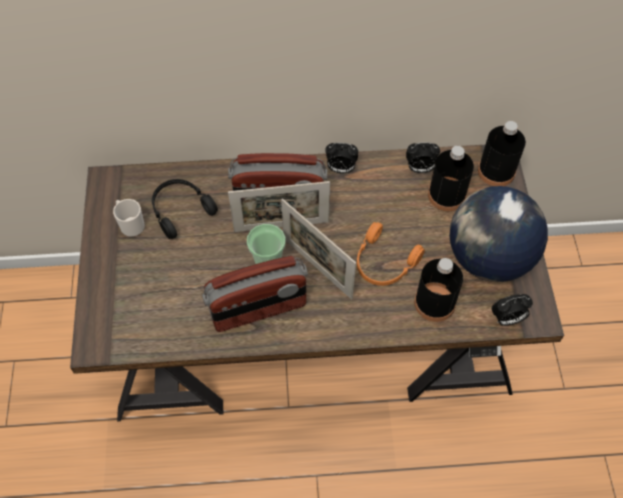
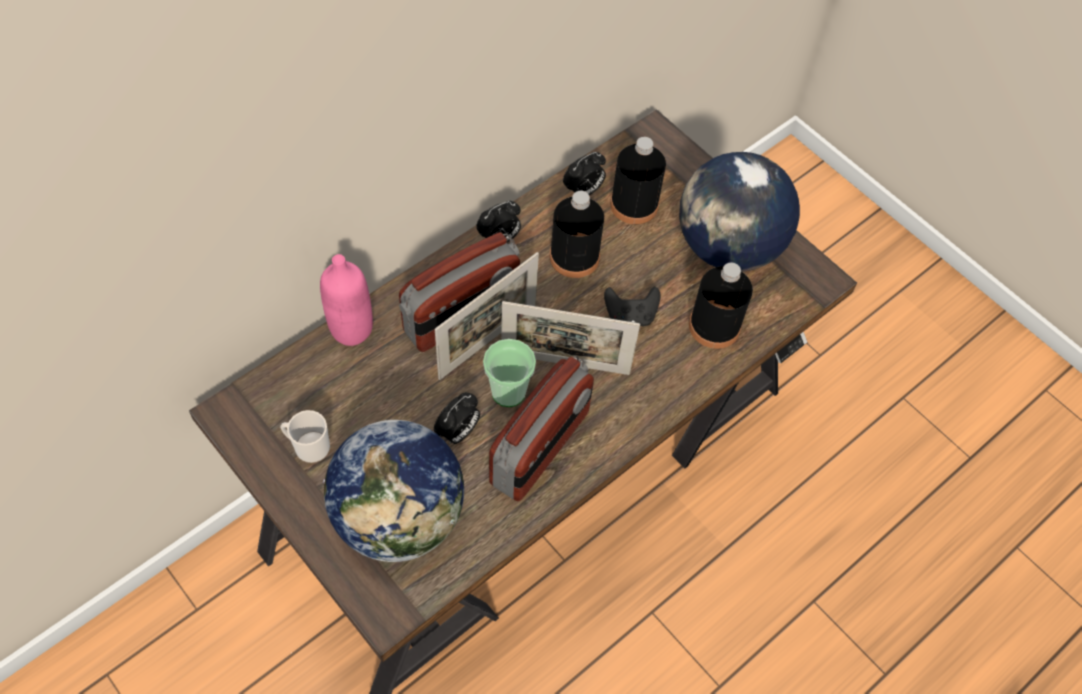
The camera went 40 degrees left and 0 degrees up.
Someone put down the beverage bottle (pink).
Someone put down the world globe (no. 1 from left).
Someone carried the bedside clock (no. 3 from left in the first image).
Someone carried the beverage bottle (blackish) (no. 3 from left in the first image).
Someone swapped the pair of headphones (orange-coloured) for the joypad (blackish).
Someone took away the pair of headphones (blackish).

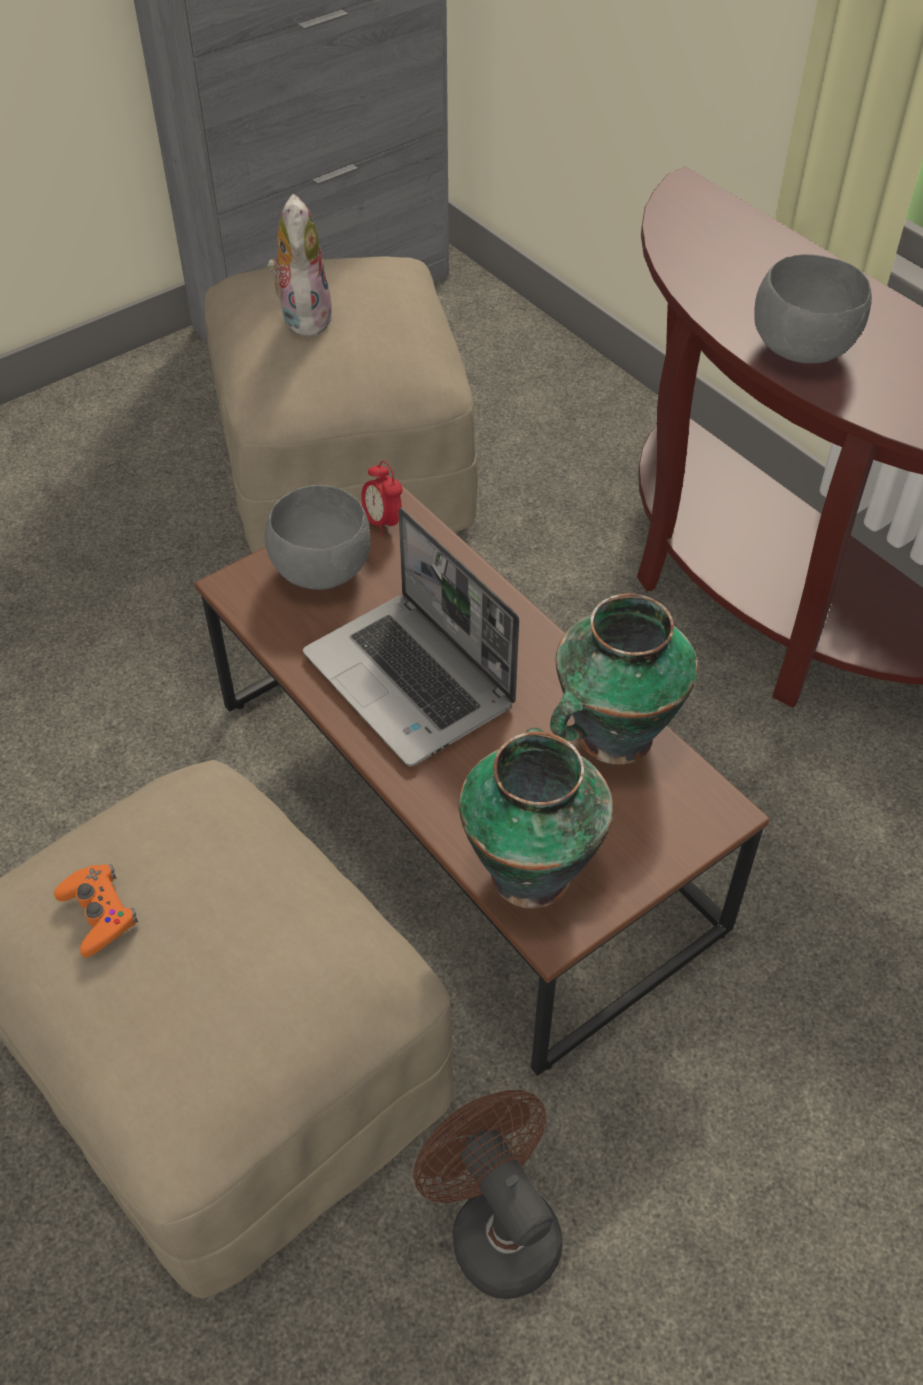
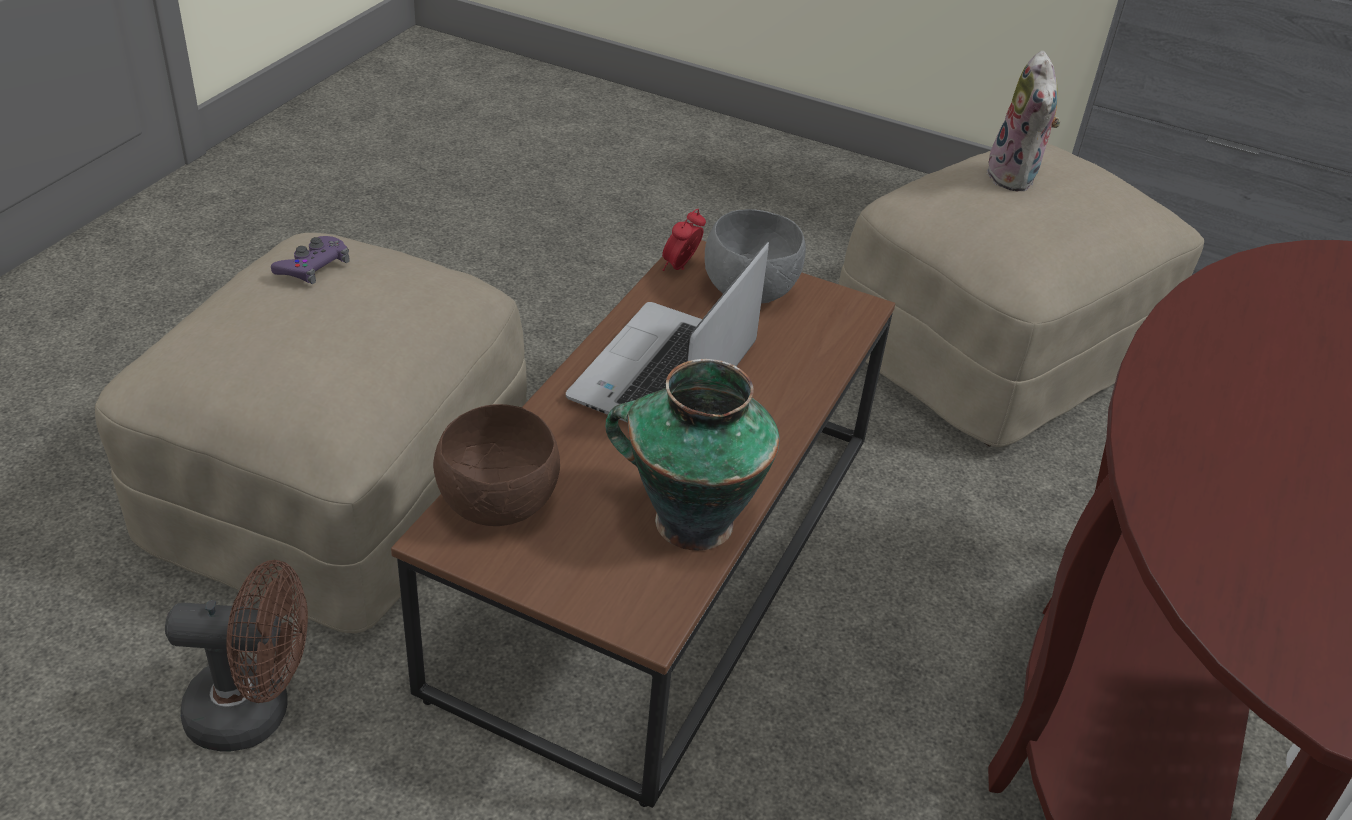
The camera went 60 degrees right and 10 degrees down.
Someone rotated the cooling fan (brown) by 60 degrees clockwise.
Someone repainted the joypad (orange-coloured), which became the joypad (purplish).
Someone swapped the decorative vase (no. 1 from left) for the bowl (brown).
Someone carried the bedside clock.
Someone rotated the plush toy by 120 degrees clockwise.
Someone took away the bowl (greyish) (no. 2 from left).

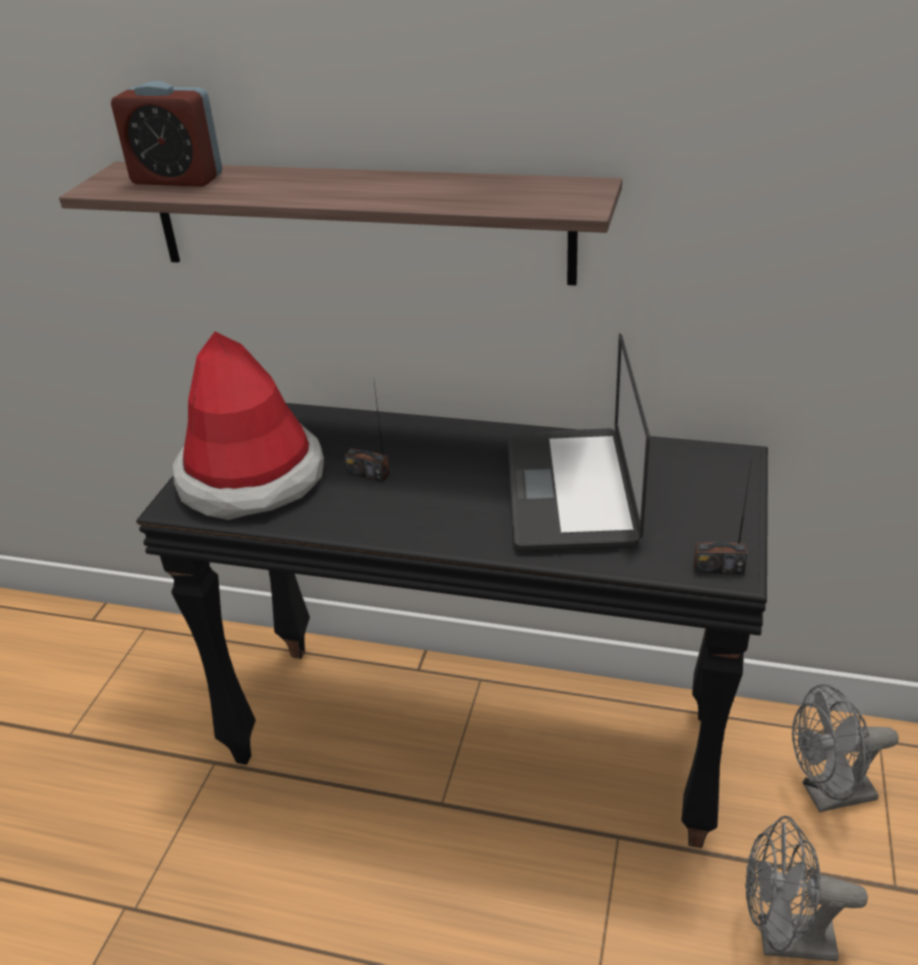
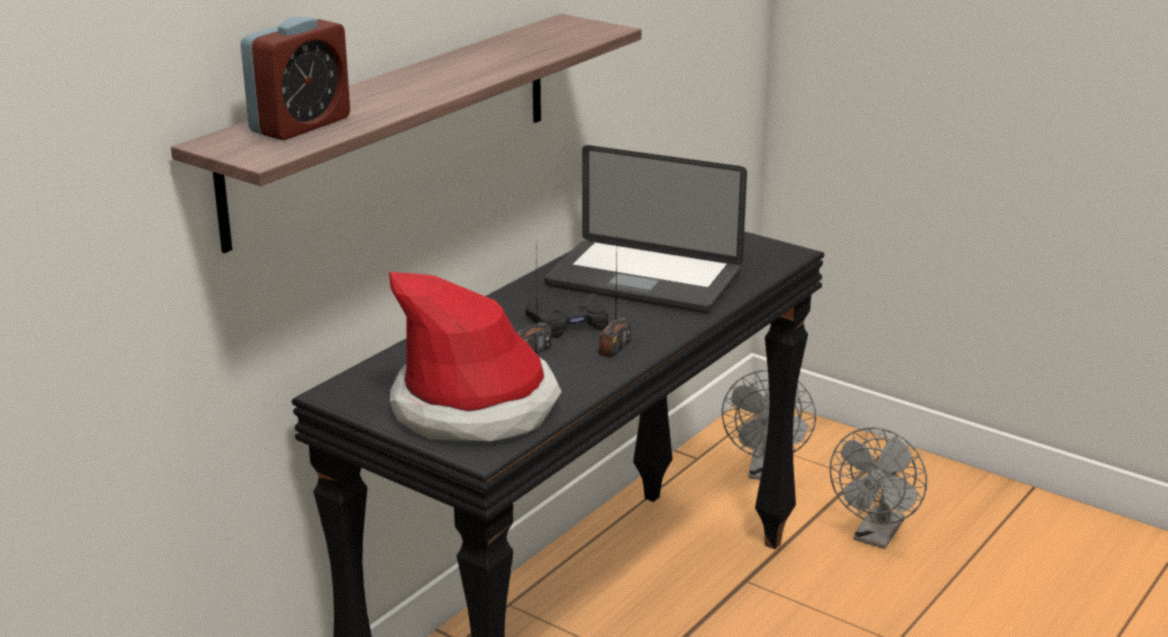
The camera went 70 degrees left and 10 degrees down.
Someone put down the joypad (blackish).
Someone carried the radio set (no. 2 from left).

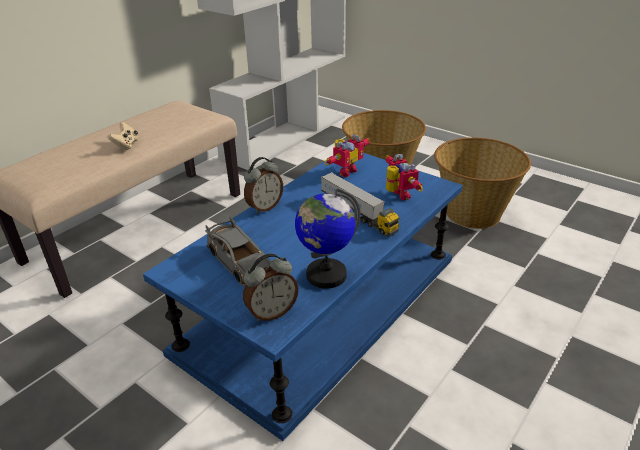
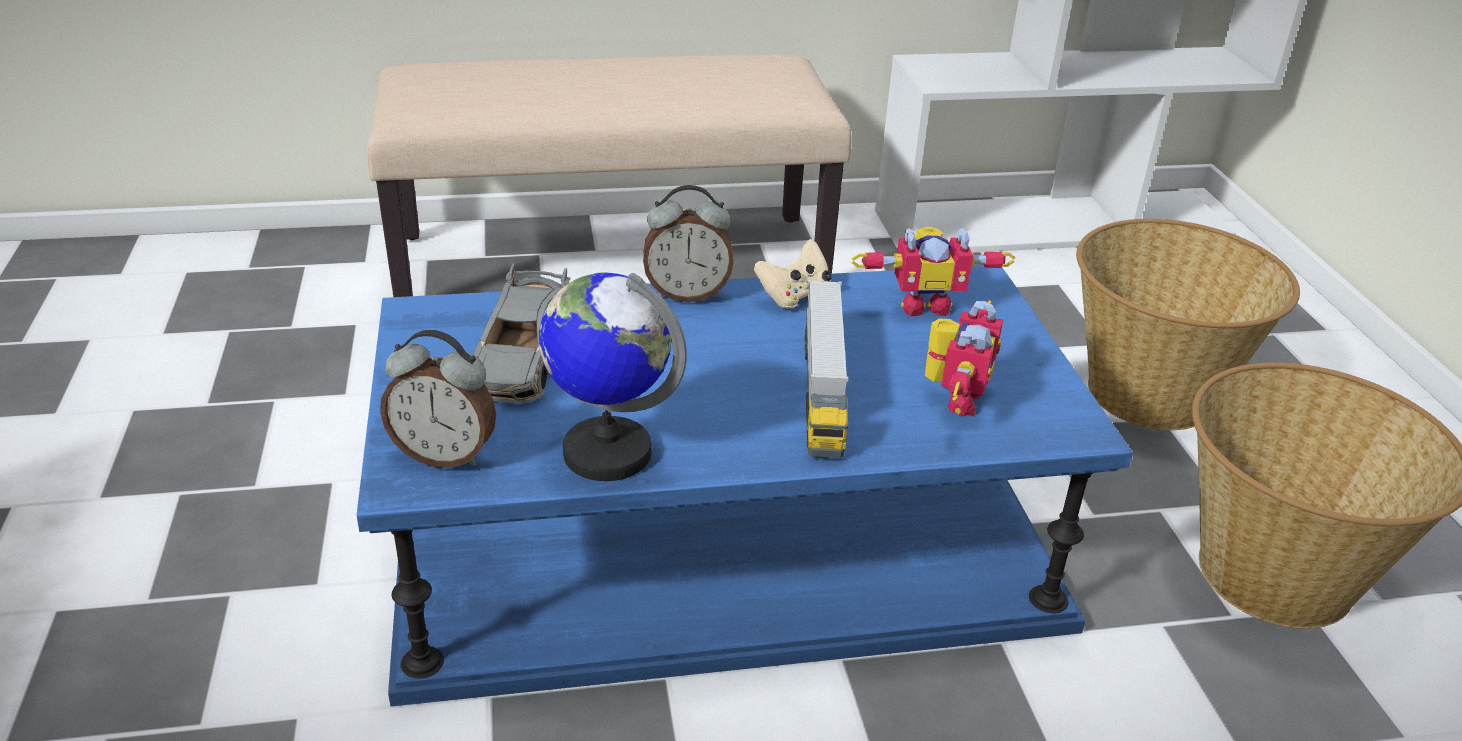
The camera went 40 degrees right and 0 degrees up.
Someone carried the joypad (sand-coloured).

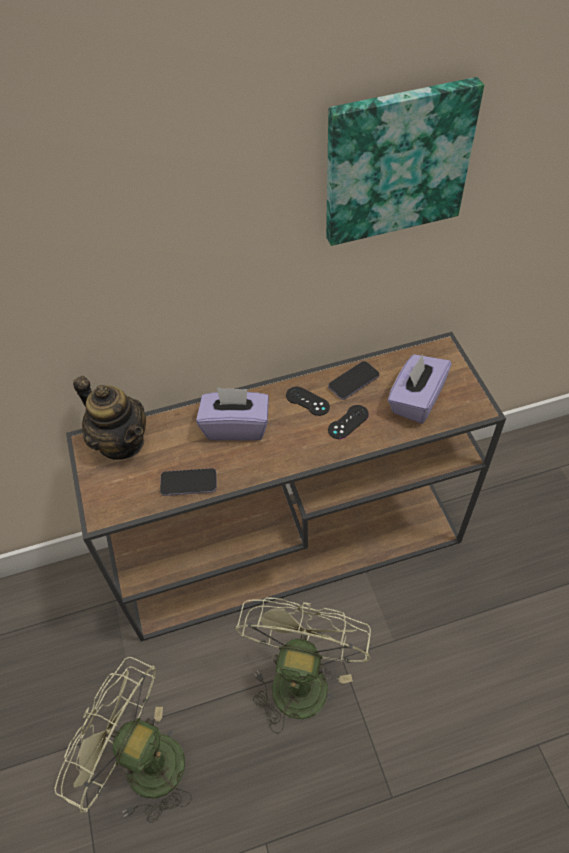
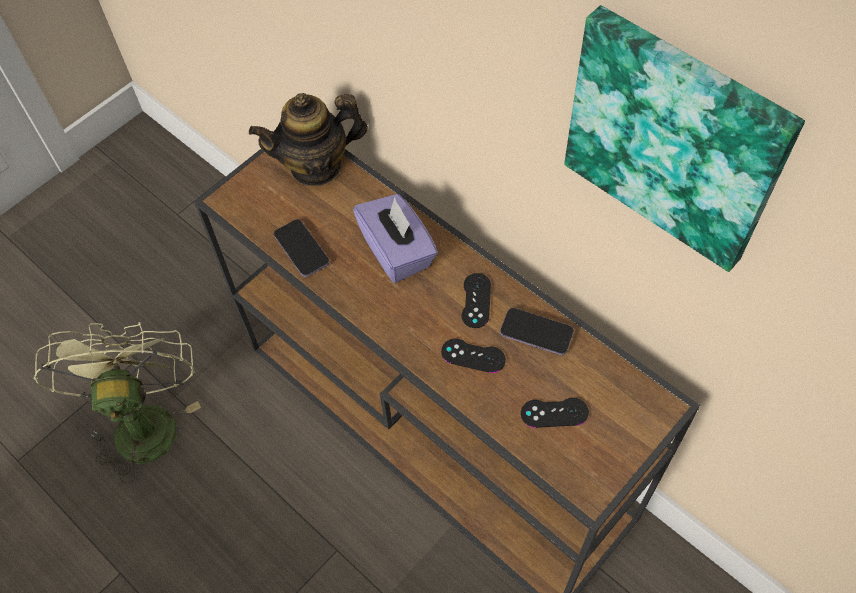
The camera went 60 degrees right and 5 degrees up.
Someone rotated the tea pot by 60 degrees clockwise.
Someone swapped the tissue holder (purplish) (no. 2 from left) for the joypad (blackish) (no. 3 from left).
Someone took away the cooling fan (green-coloured) (no. 2 from left).

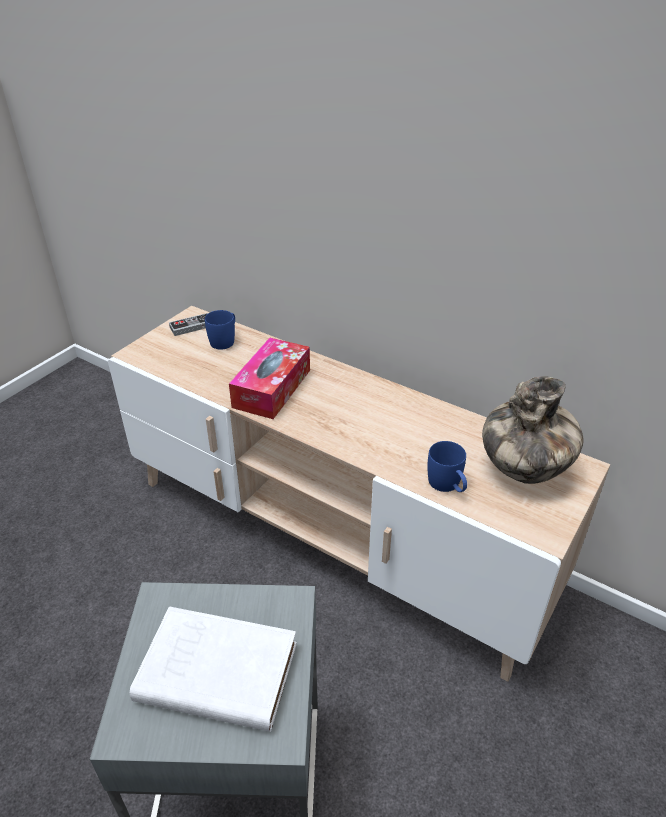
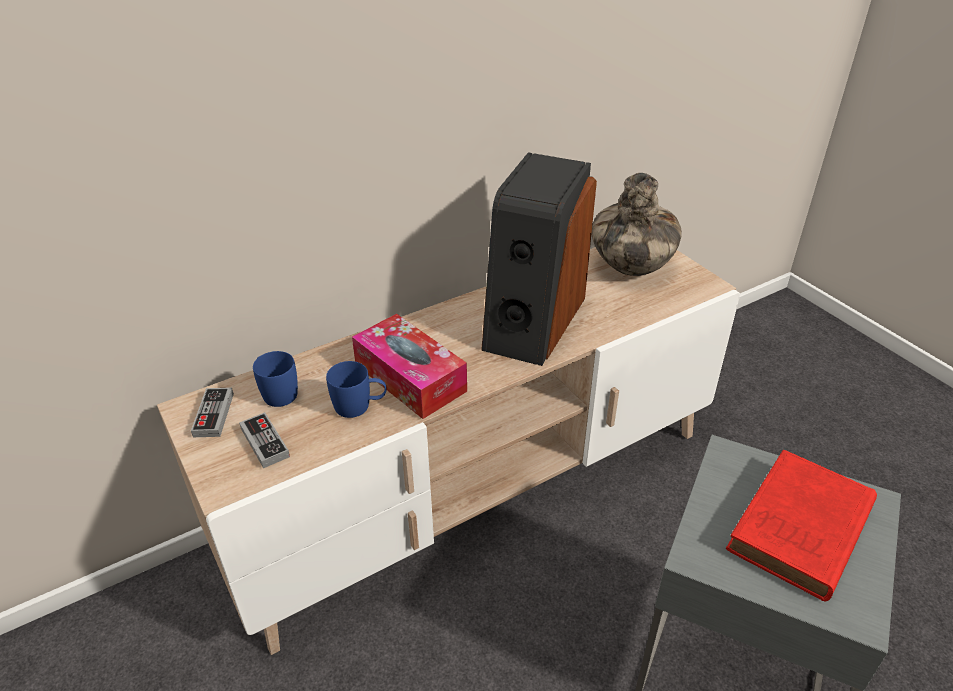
The camera went 65 degrees left and 0 degrees up.
Someone put down the joypad (no. 2 from left).
Someone carried the mug (blue-coloured) (no. 2 from left).
Someone put down the speaker.
Someone repainted the volume (whitish), which became the volume (red-coloured).

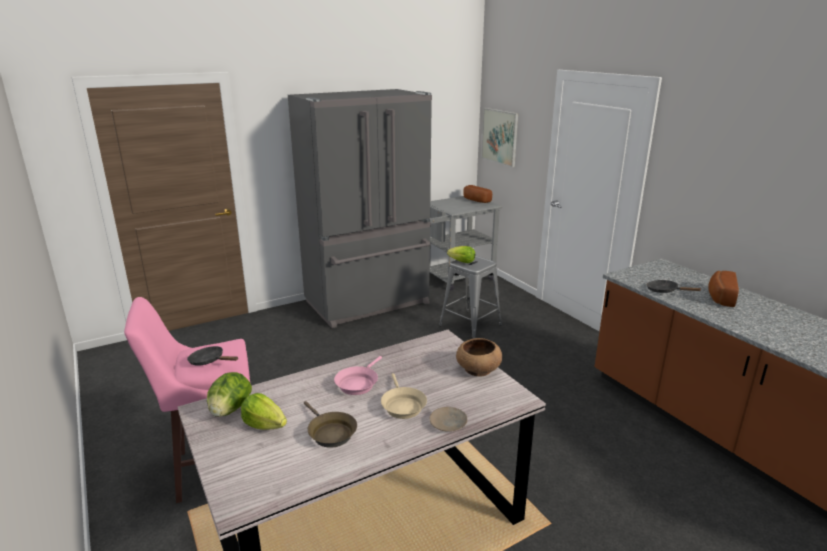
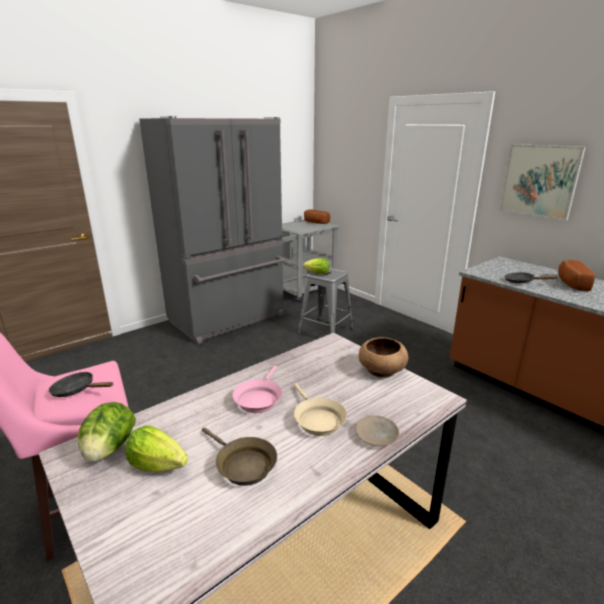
The camera went 10 degrees left and 0 degrees up.
Someone carried the wall picture.

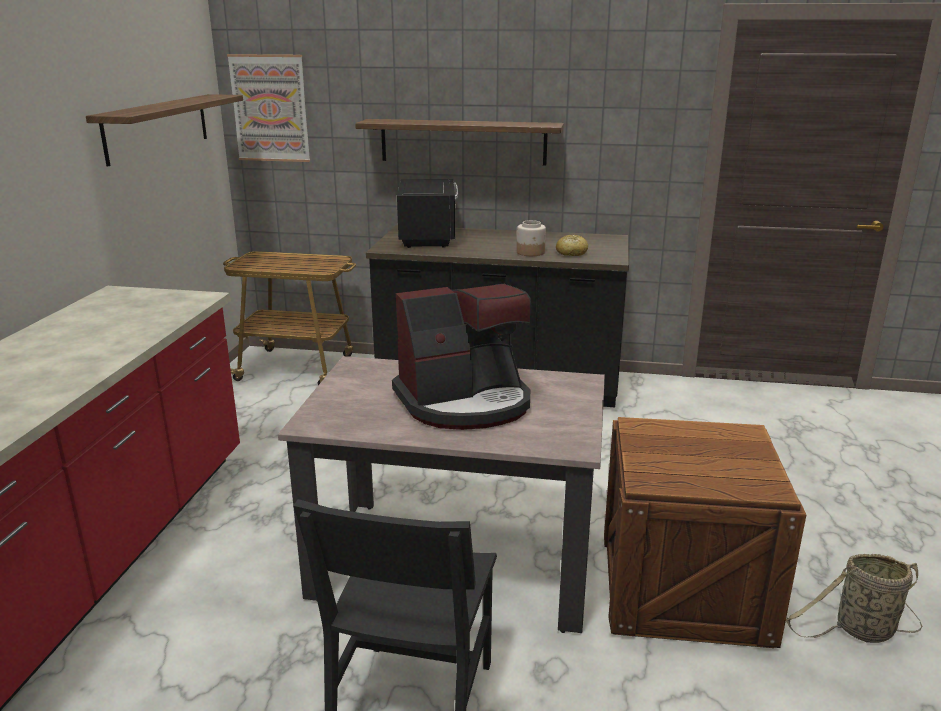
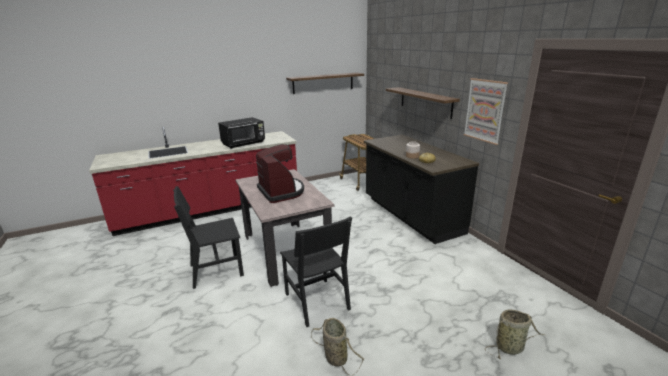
The camera went 55 degrees right and 0 degrees up.
Someone carried the microwave oven (blackish).
Someone rotated the coffee machine by 150 degrees counterclockwise.
Someone swapped the crate for the upright chair (blackish) (no. 2 from left).
Someone carried the wall picture.
Someone put down the basket (no. 2 from left).

